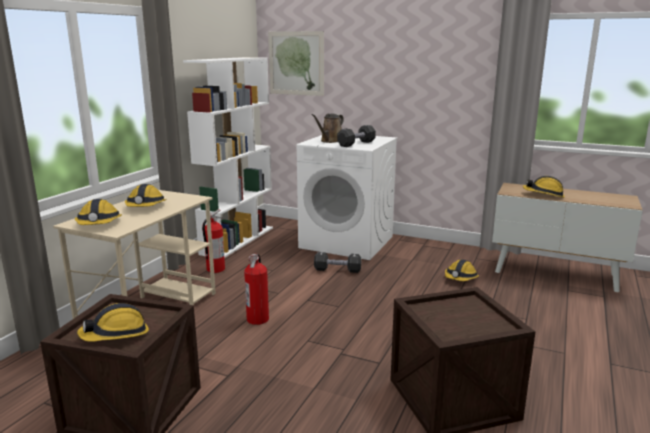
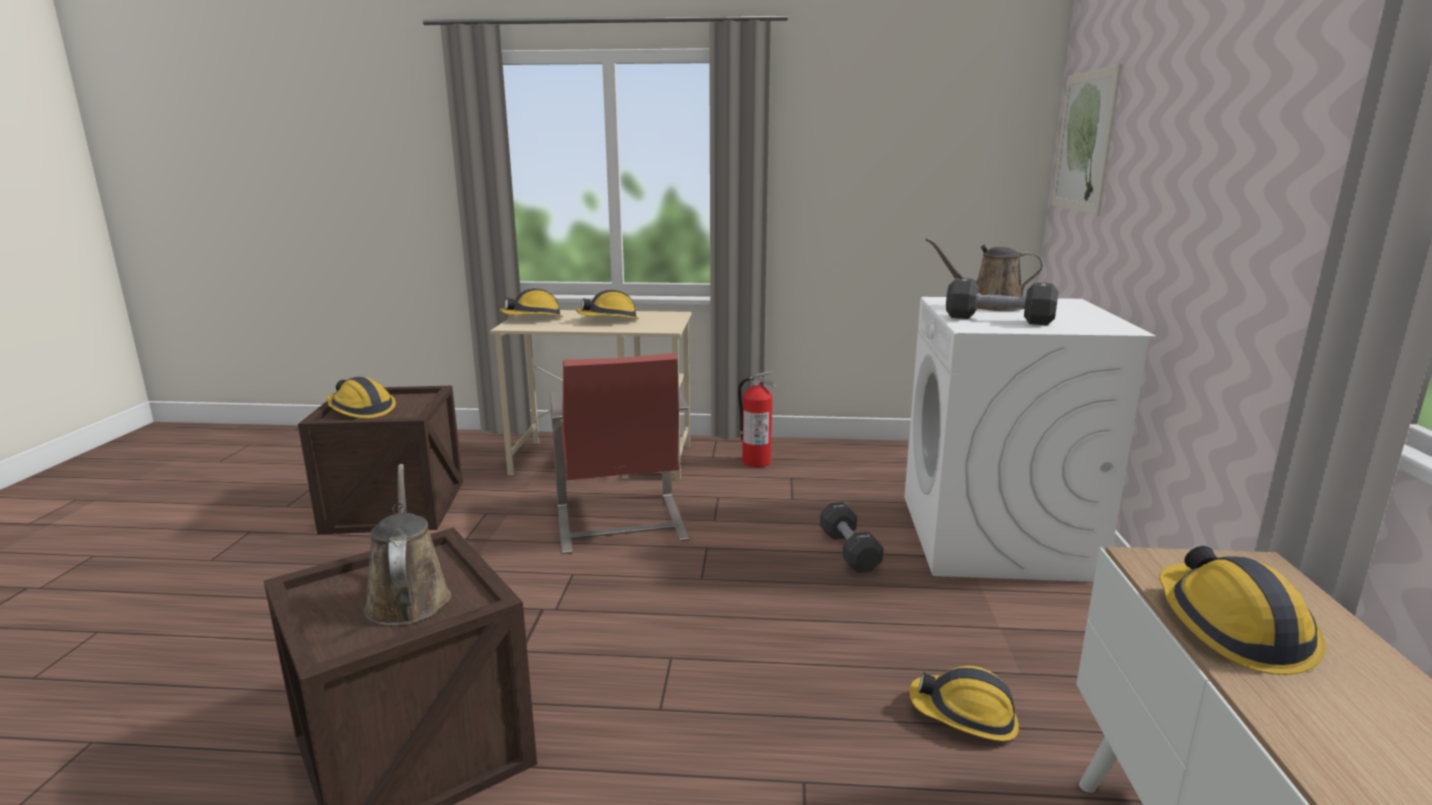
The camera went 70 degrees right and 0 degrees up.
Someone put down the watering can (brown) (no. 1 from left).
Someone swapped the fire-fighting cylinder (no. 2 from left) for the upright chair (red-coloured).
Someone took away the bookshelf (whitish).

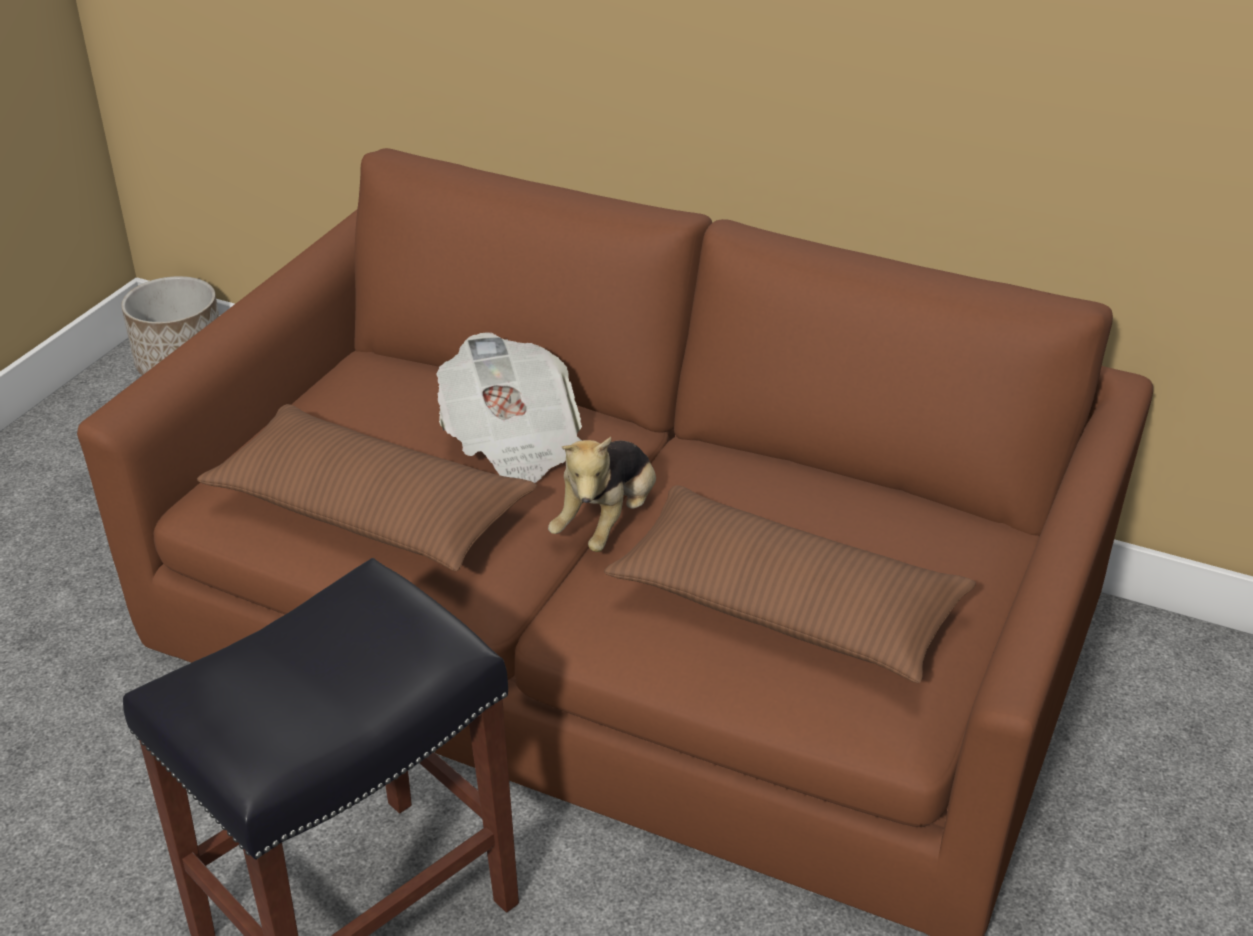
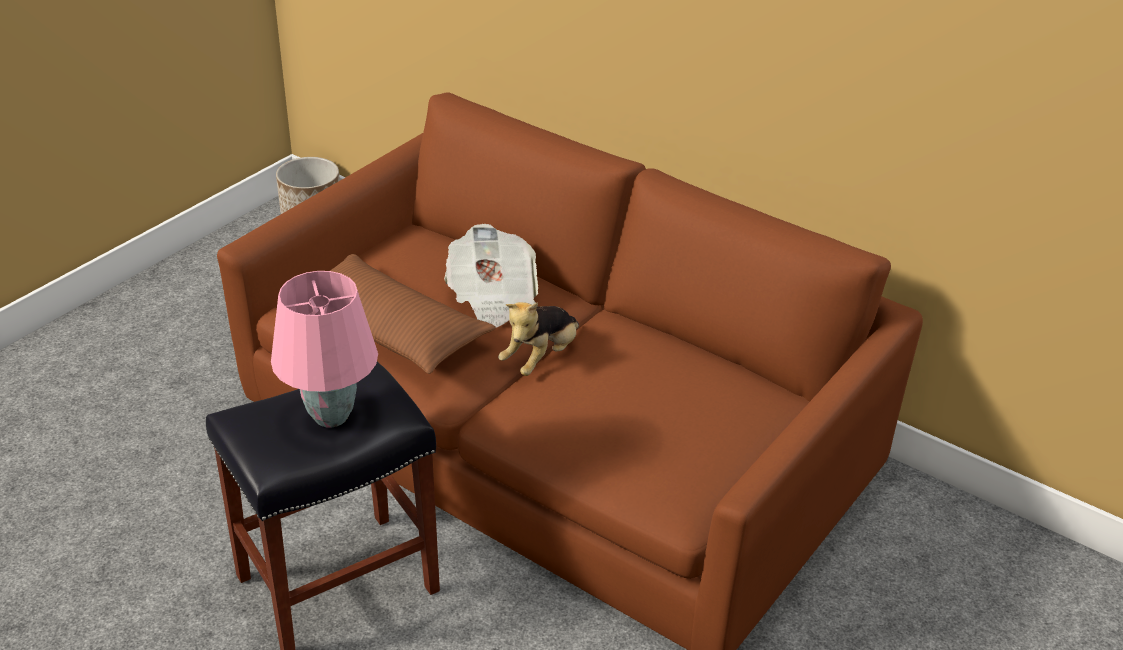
The camera went 10 degrees right and 0 degrees up.
Someone put down the lamp for a table (pink).
Someone took away the cushion (brown) (no. 2 from left).

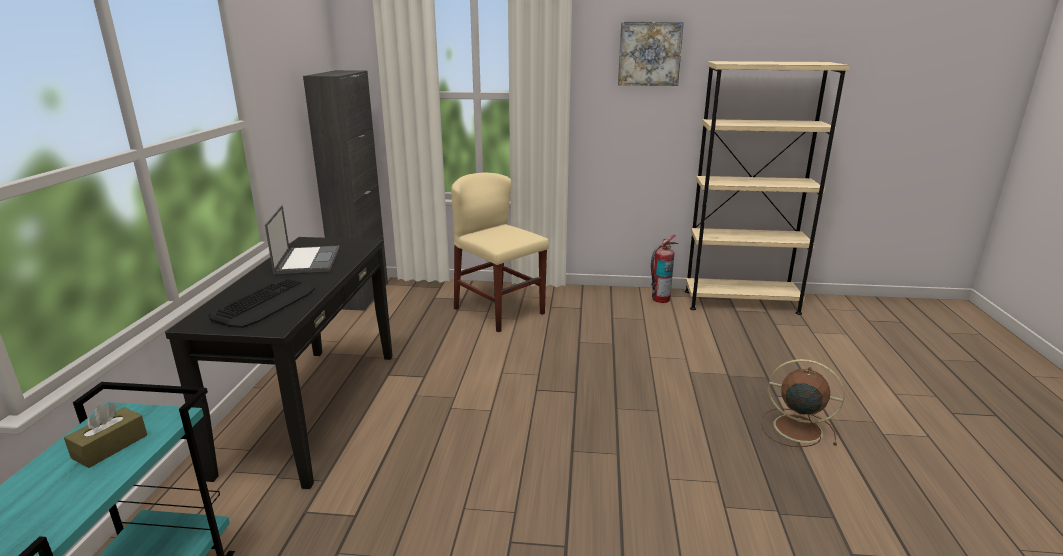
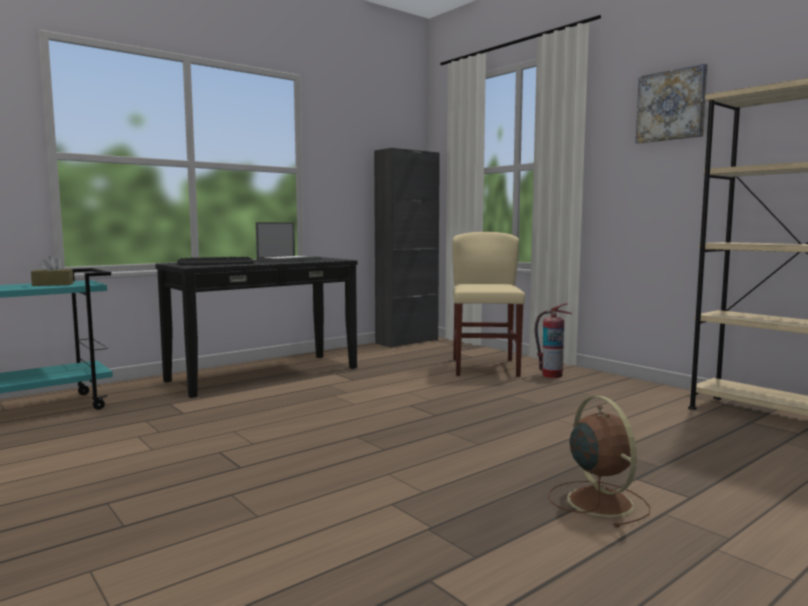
The camera went 45 degrees right and 15 degrees down.
Someone carried the fire-fighting cylinder.

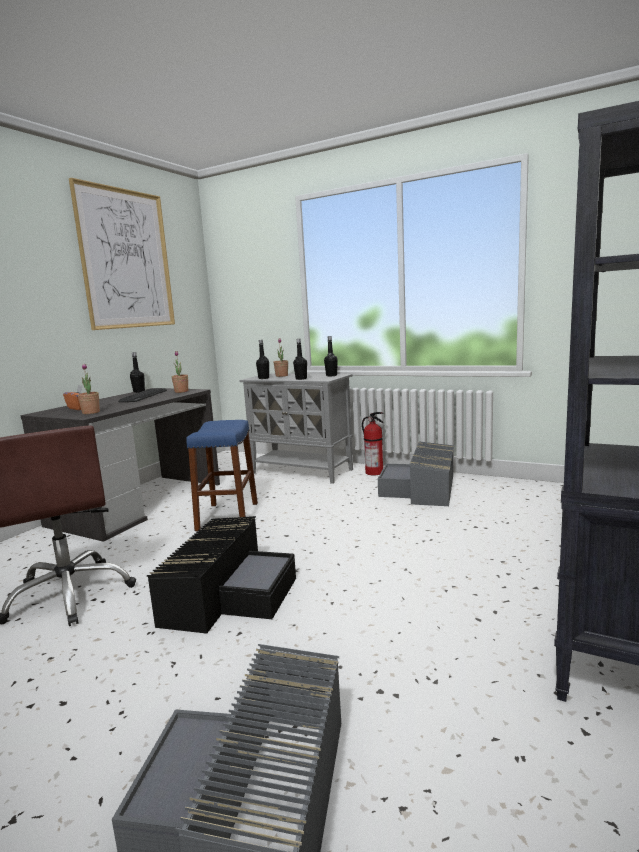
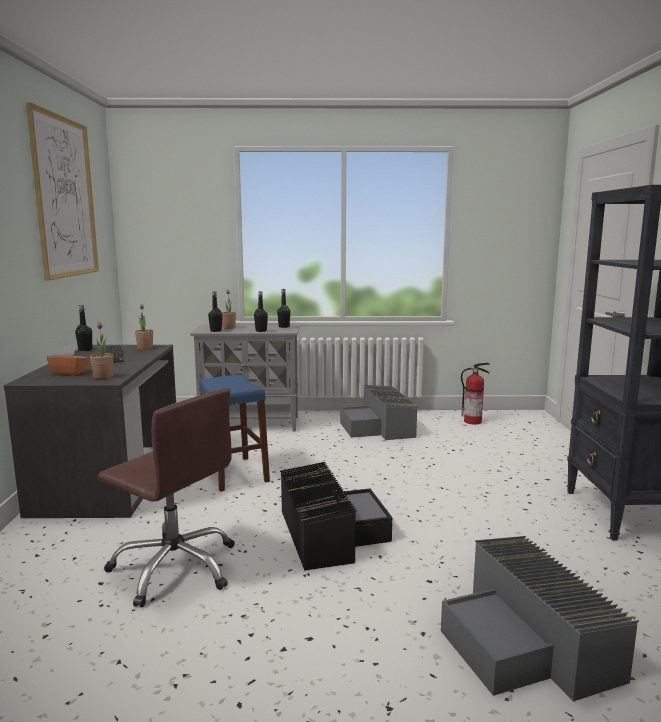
The camera went 30 degrees left and 0 degrees up.
Someone carried the fire-fighting cylinder.

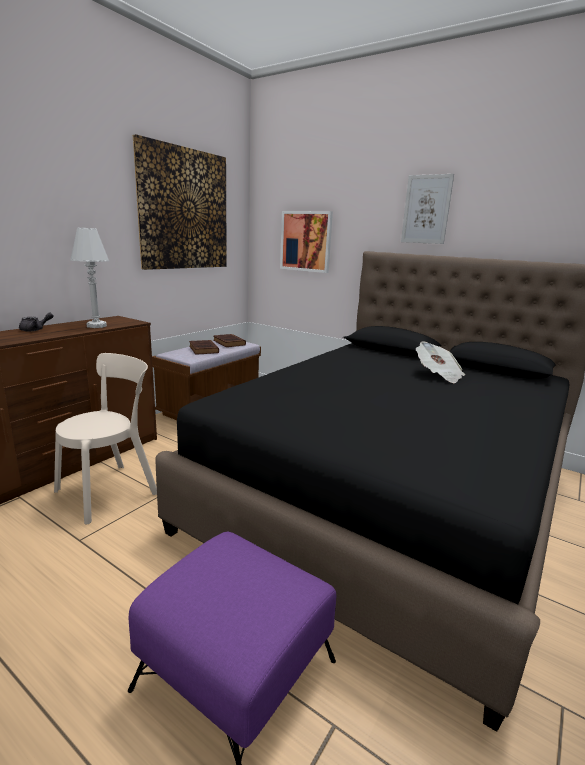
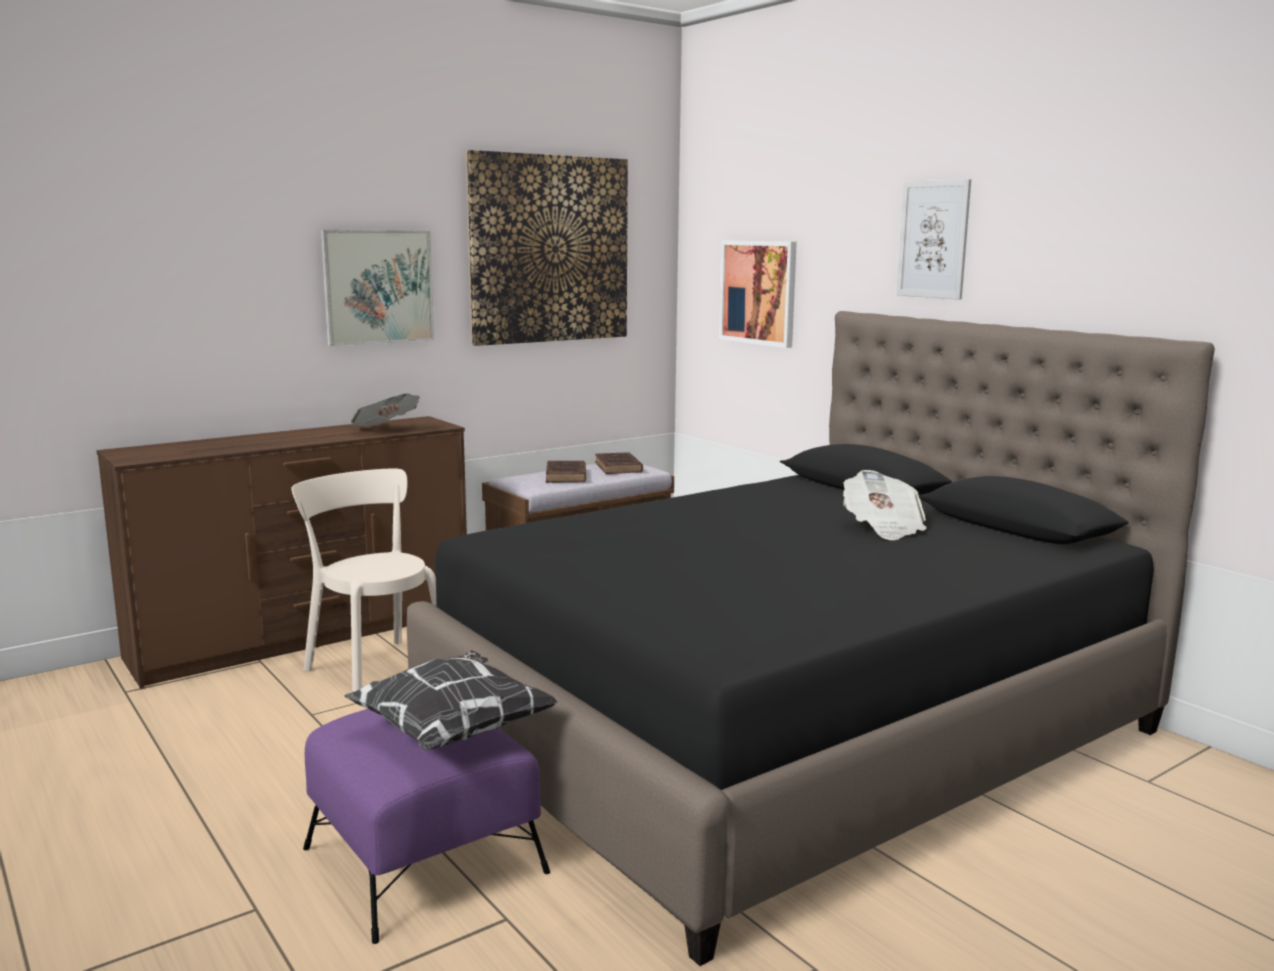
The camera went 20 degrees right and 5 degrees down.
Someone rotated the upright chair (sand-coloured) by 105 degrees counterclockwise.
Someone put up the wall picture (no. 1 from left).
Someone put down the cushion.
Someone swapped the lamp for a table (whitish) for the daily paper (no. 1 from left).
Someone took away the tea pot (greyish).

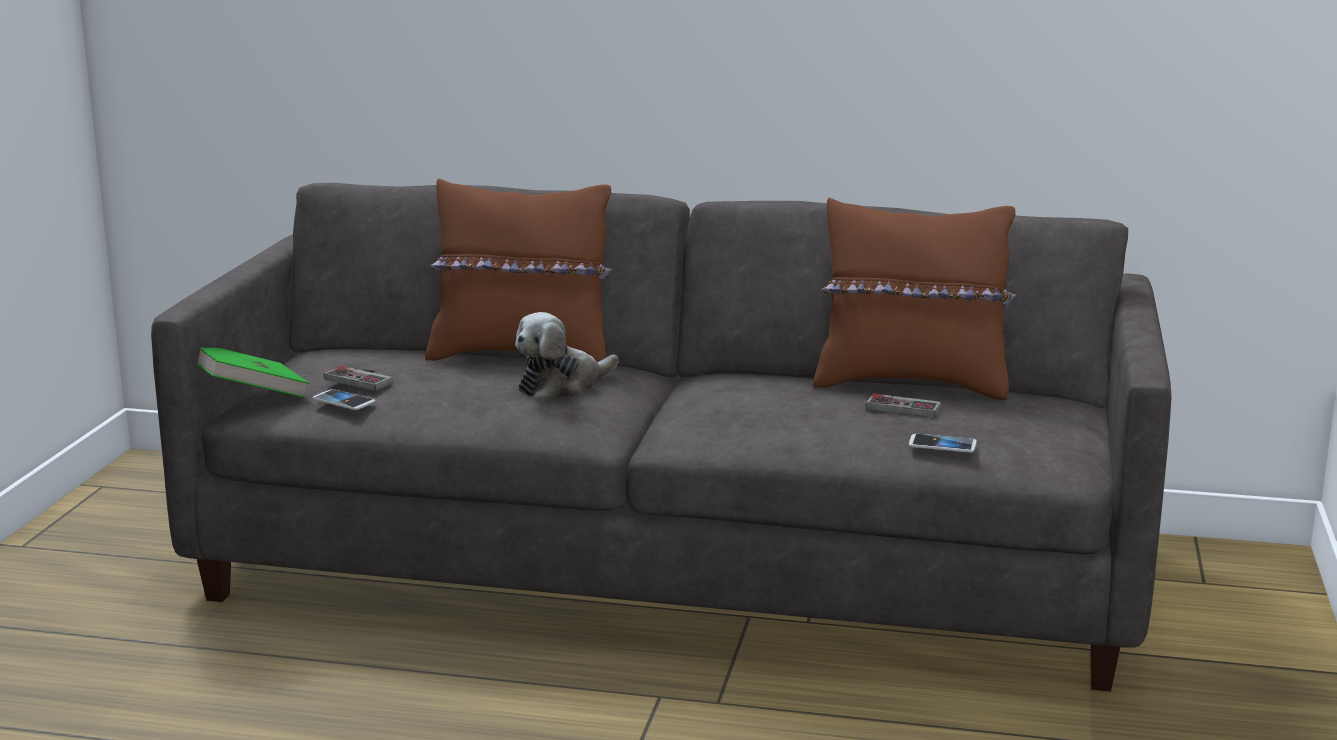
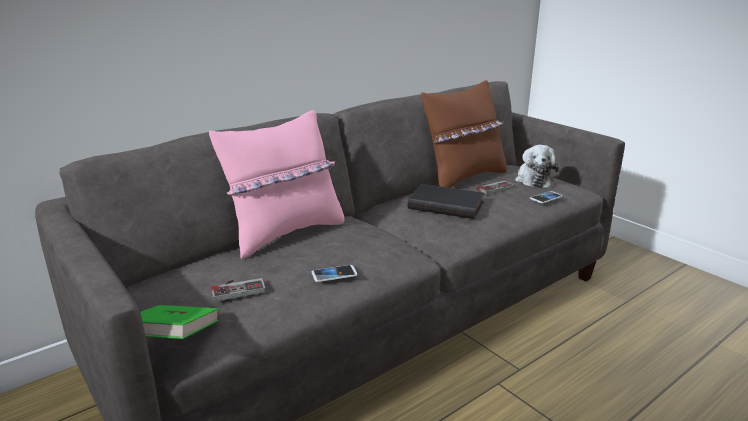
The camera went 50 degrees left and 5 degrees up.
Someone repainted the cushion (brown) (no. 1 from left), which became the cushion (pink).
Someone carried the telephone (no. 1 from left).
Someone put down the volume (blackish).
Someone carried the plush toy.

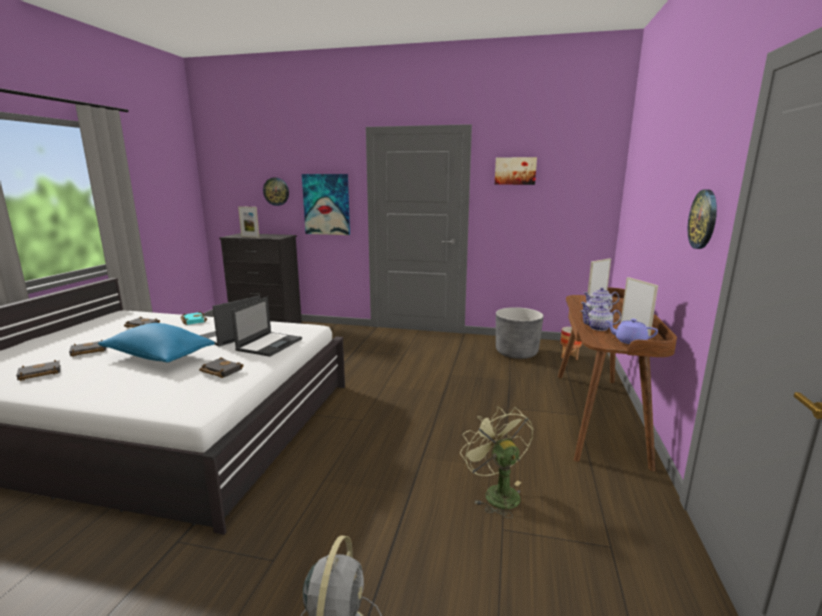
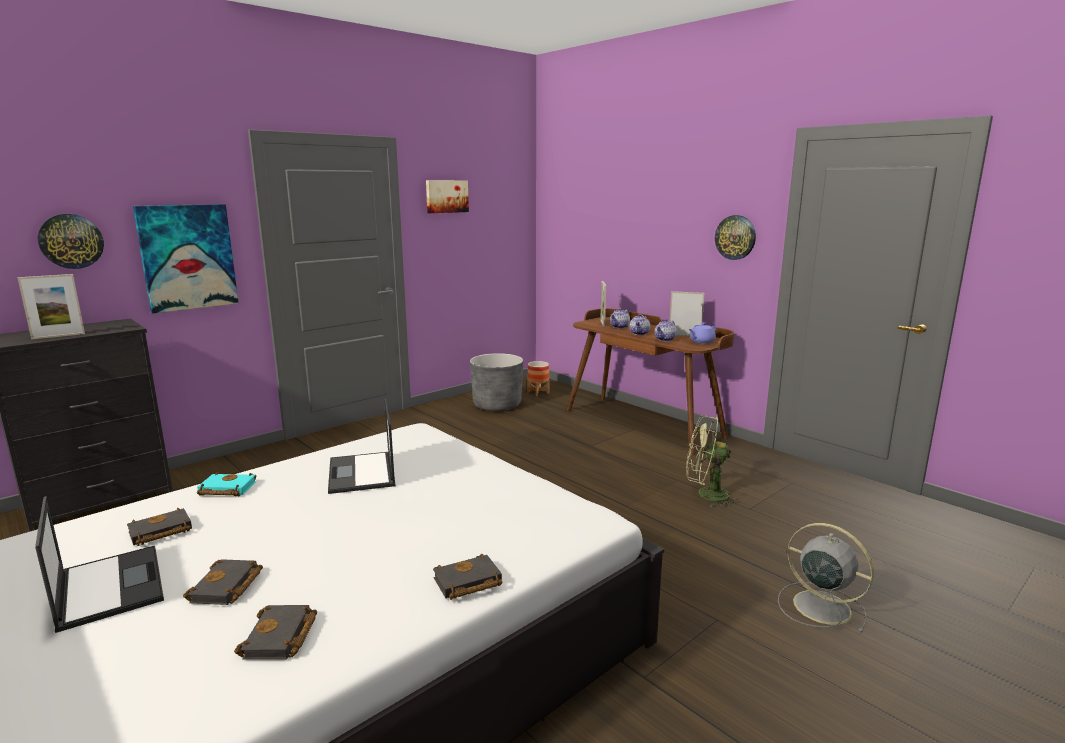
The camera went 55 degrees left and 0 degrees up.
Someone carried the laptop (no. 2 from left in the first image).
Someone carried the volume (blackish) (no. 4 from left).
Someone took away the cushion (blue-coloured).

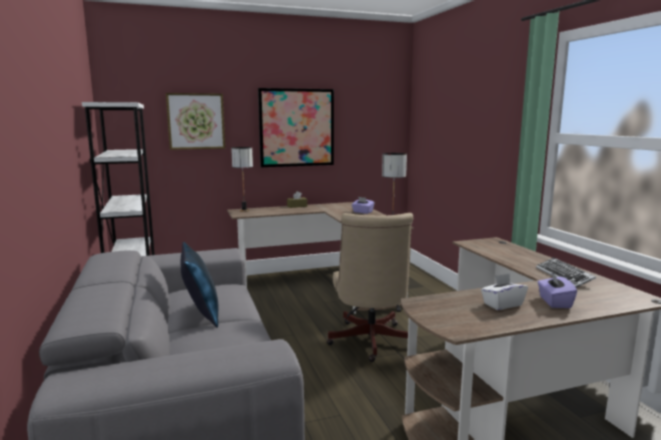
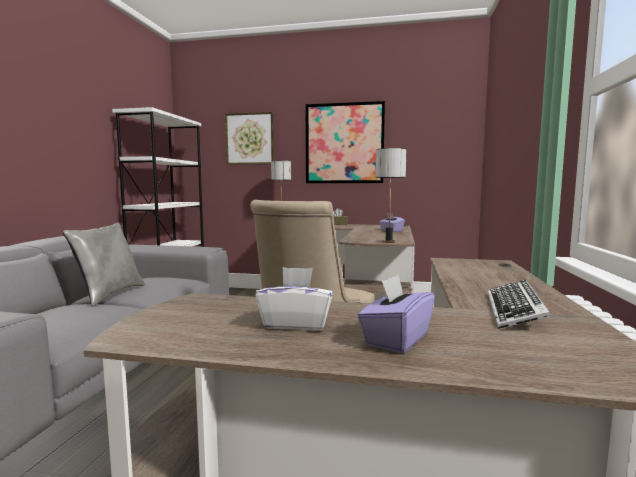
The camera went 30 degrees right and 5 degrees down.
Someone repainted the cushion (blue-coloured), which became the cushion (greyish).

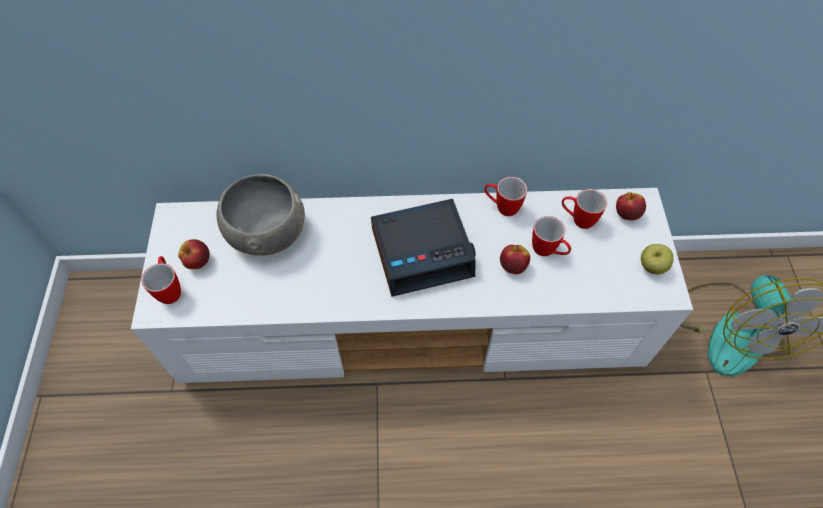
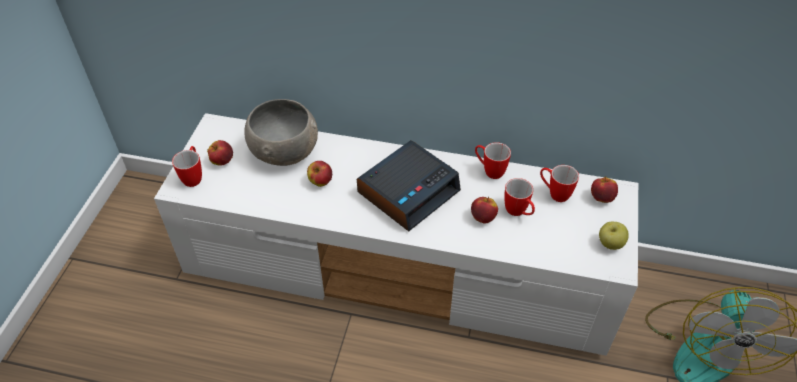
The camera went 15 degrees right and 10 degrees down.
Someone put down the apple fruit (no. 2 from left).
Someone rotated the bedside clock by 45 degrees counterclockwise.

